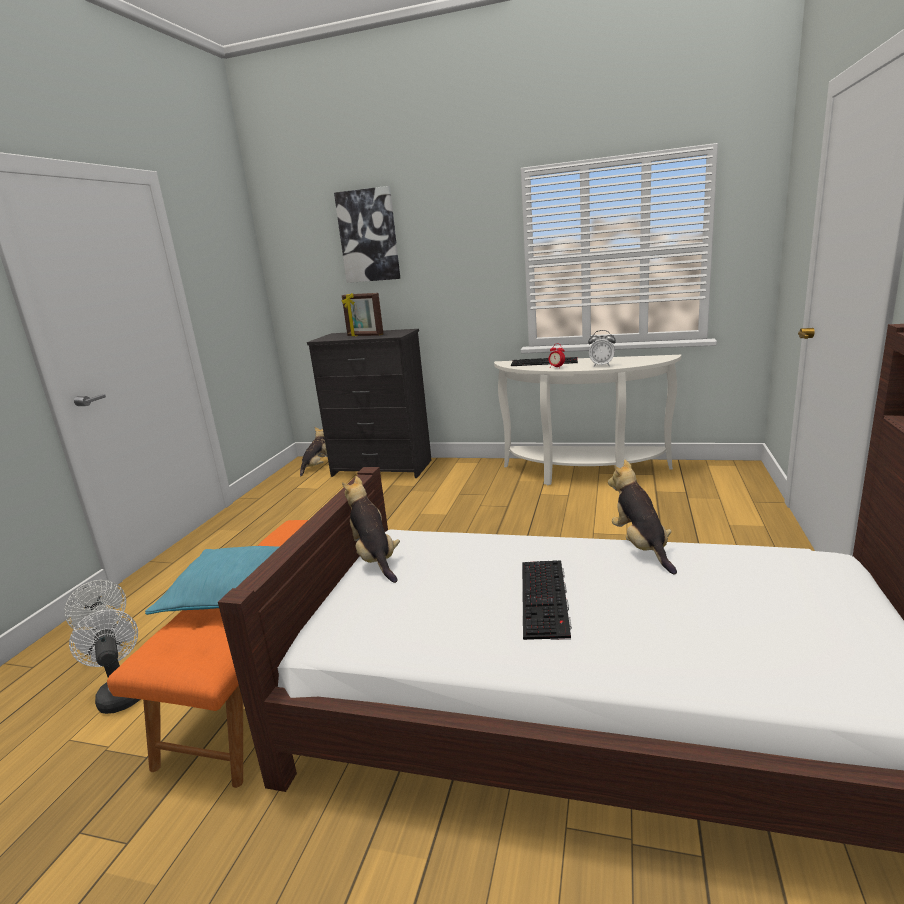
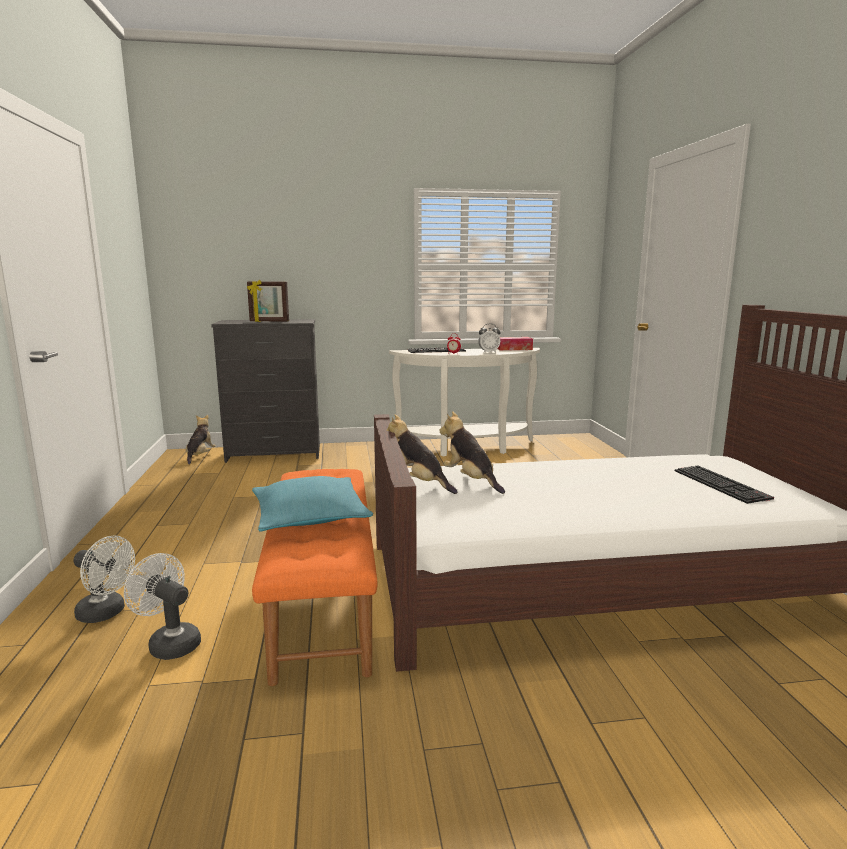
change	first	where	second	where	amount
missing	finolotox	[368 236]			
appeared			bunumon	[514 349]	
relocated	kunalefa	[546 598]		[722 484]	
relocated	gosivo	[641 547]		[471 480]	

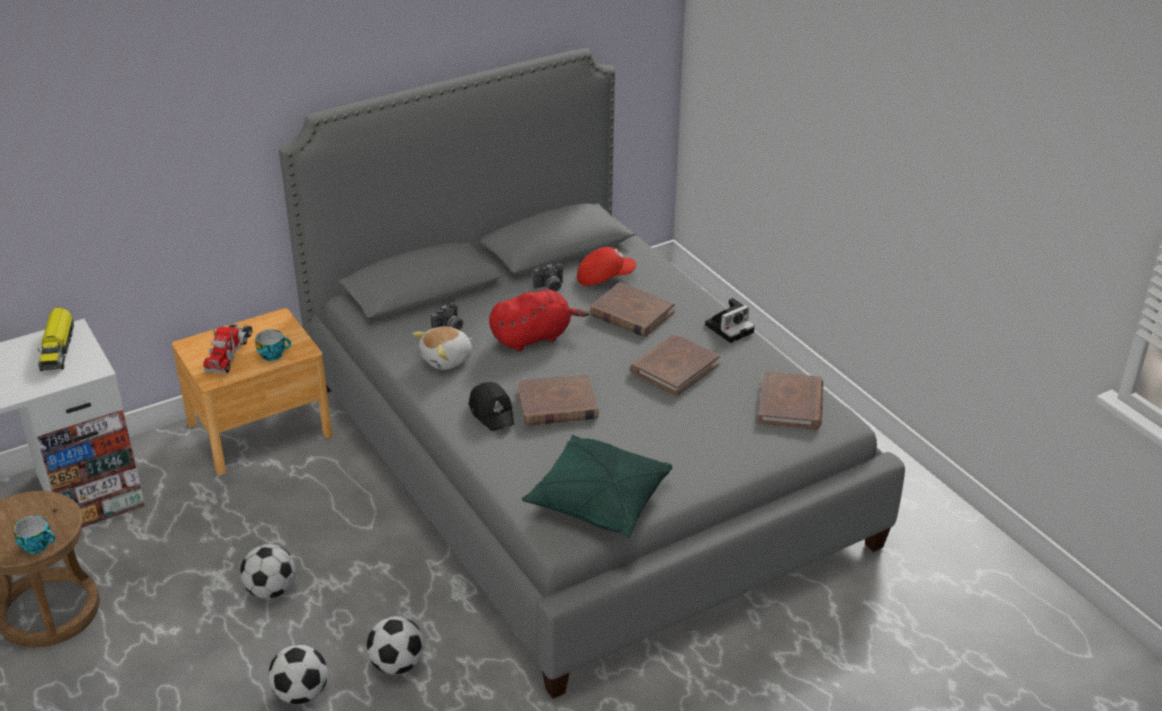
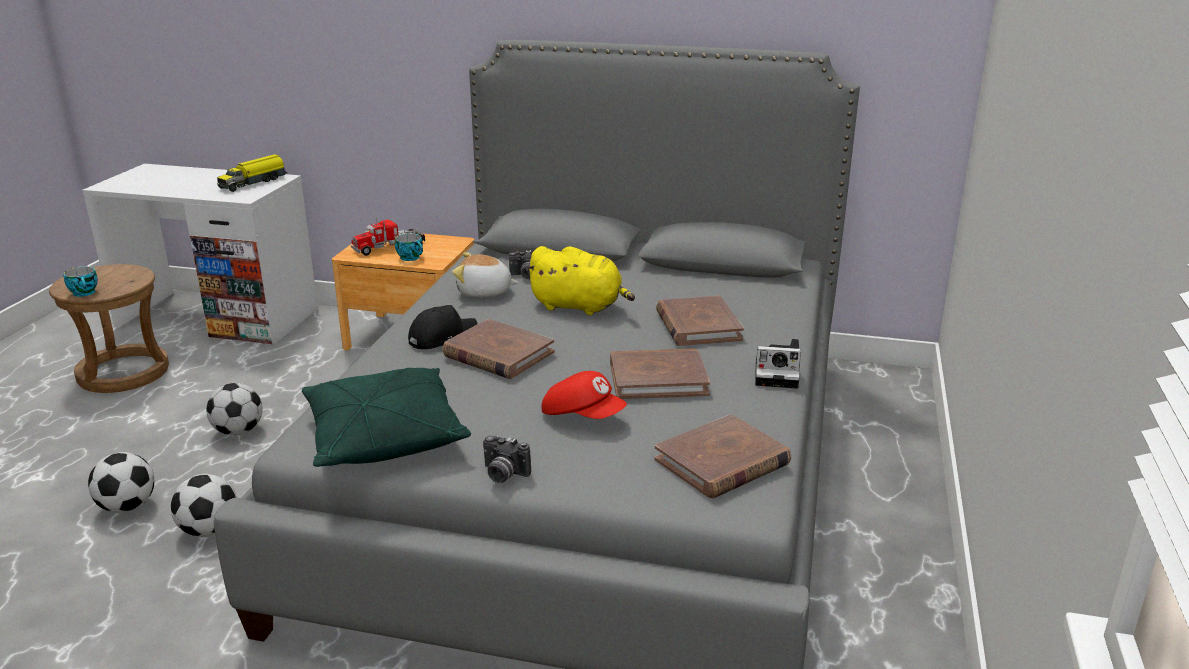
change	first	where	second	where	amount
relocated	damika	[550 287]		[503 474]	
relocated	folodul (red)	[604 277]		[583 416]	
colour	gosivo (red)	[534 337]	gosivo (yellow)	[580 307]	
spun	folodul (black)	[492 412]		[442 337]	150 degrees counterclockwise

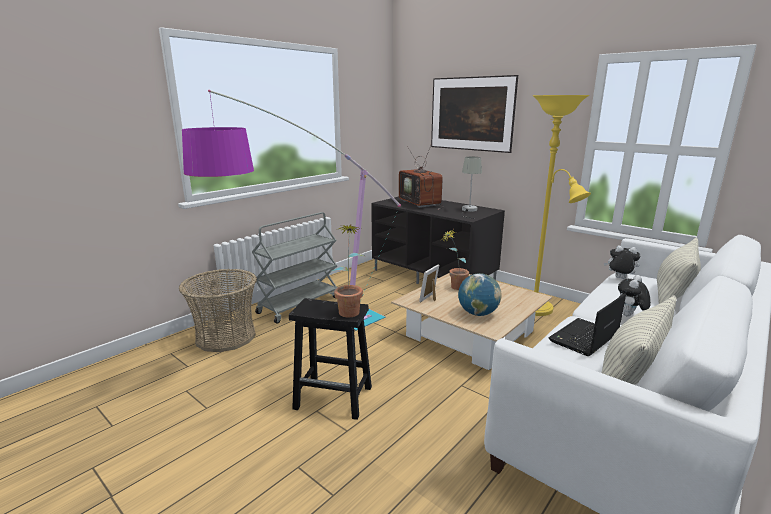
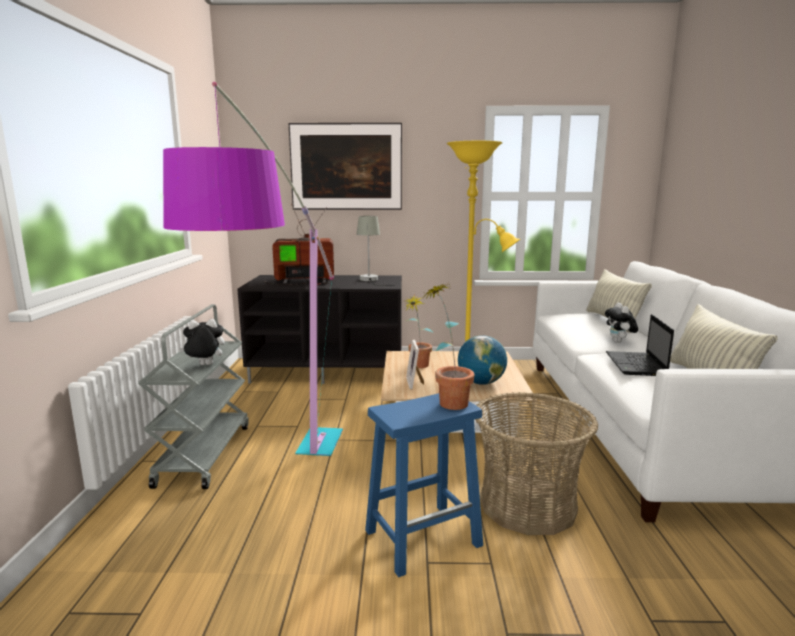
change	first	where	second	where	amount
relocated	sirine	[225 337]		[527 505]	
relocated	gosivo	[619 278]		[204 365]	
colour	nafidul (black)	[334 397]	nafidul (blue)	[424 537]	
spun	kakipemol	[421 203]		[303 281]	150 degrees clockwise

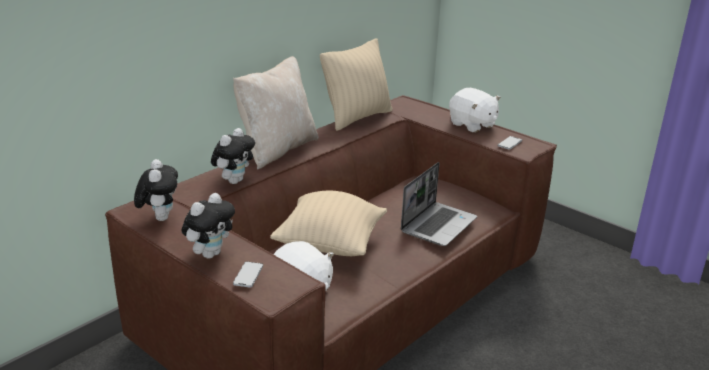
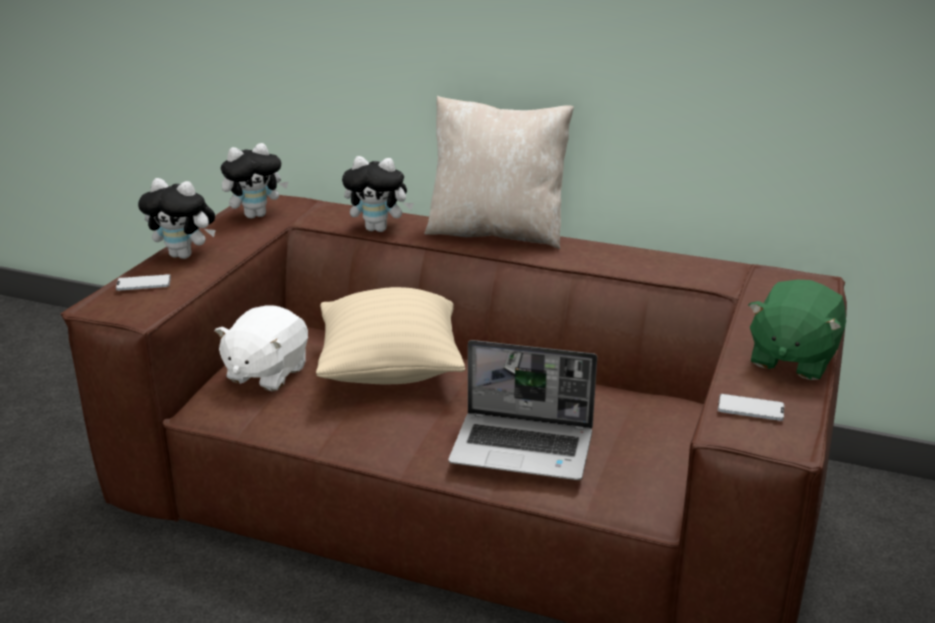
change	first	where	second	where	amount
missing	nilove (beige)	[357 117]			
colour	gosivo (white)	[472 125]	gosivo (green)	[791 359]	

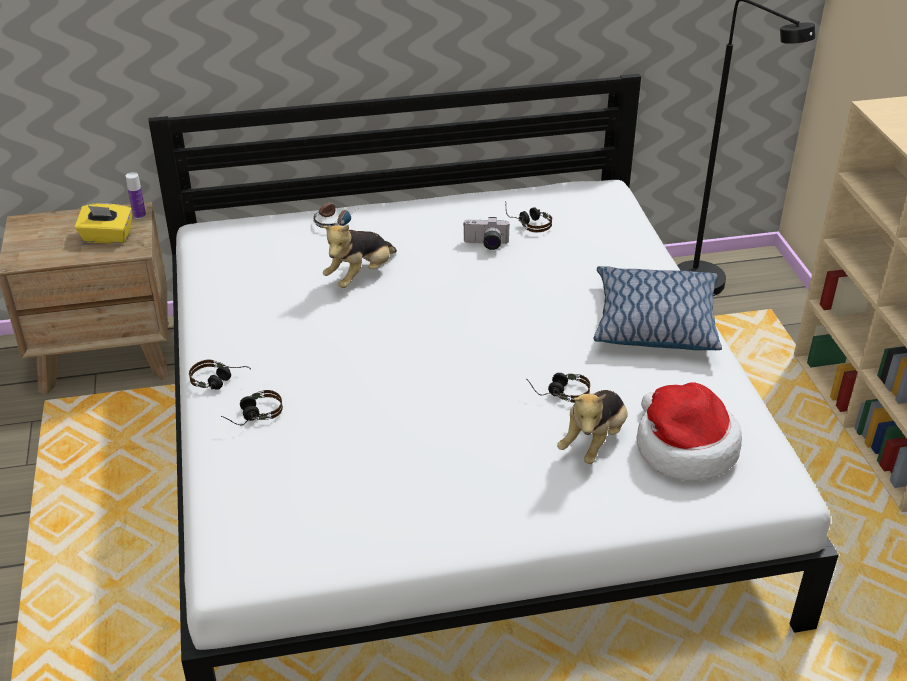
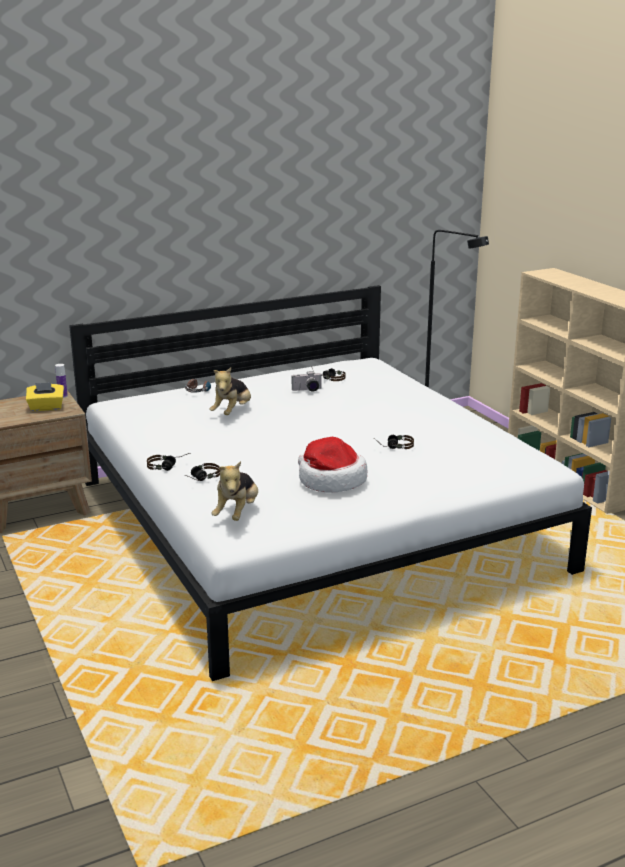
change	first	where	second	where	amount
missing	nilove	[654 323]			
relocated	gosivo	[594 441]		[237 513]	
relocated	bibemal	[683 448]		[330 480]	

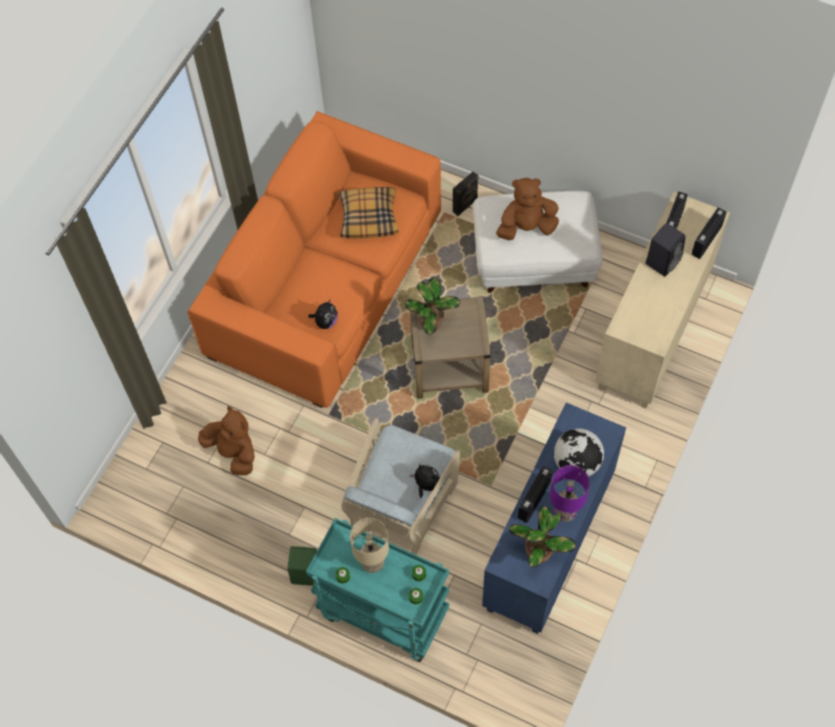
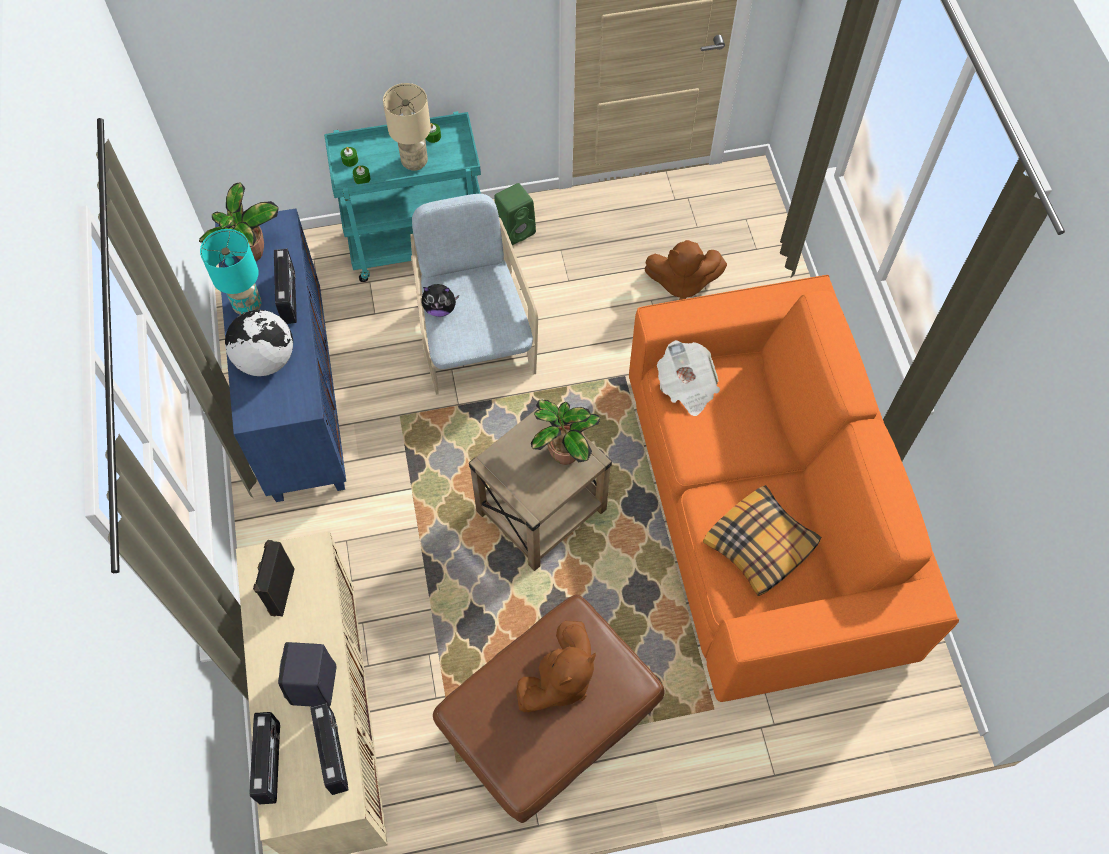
change	first	where	second	where	amount
relocated	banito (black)	[466 206]		[280 591]	
exchanged	gosivo	[325 322]	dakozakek	[687 387]	
colour	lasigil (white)	[534 259]	lasigil (brown)	[549 724]	
colour	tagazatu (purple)	[565 511]	tagazatu (turquoise)	[248 306]	

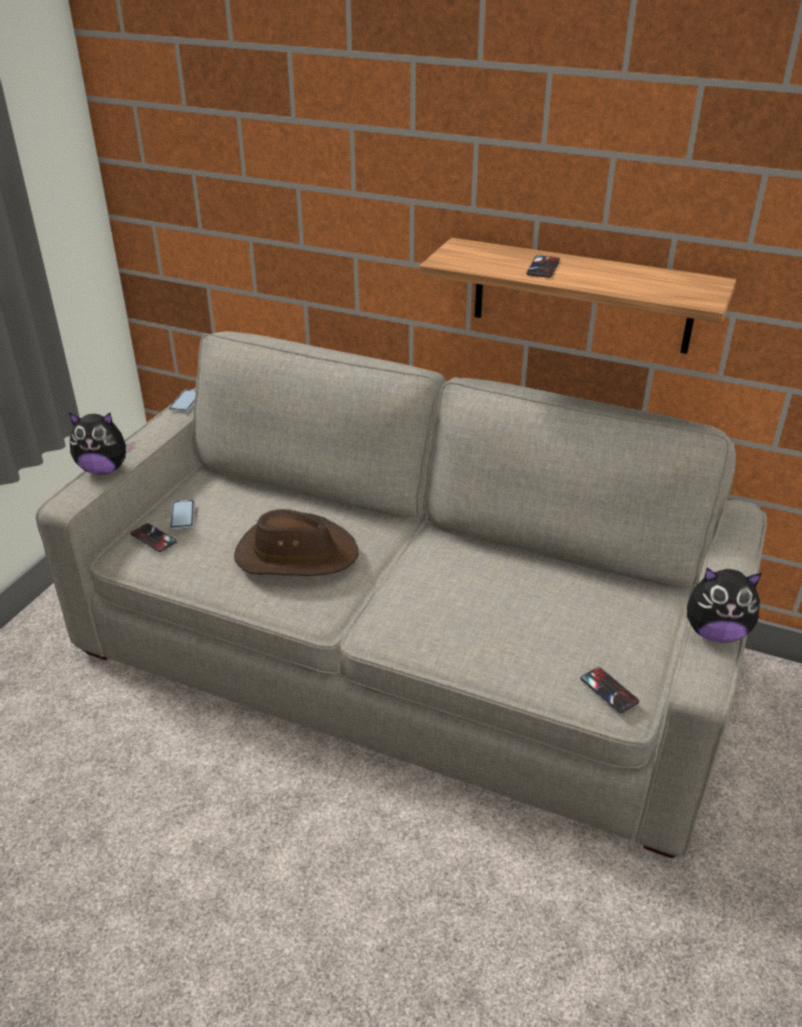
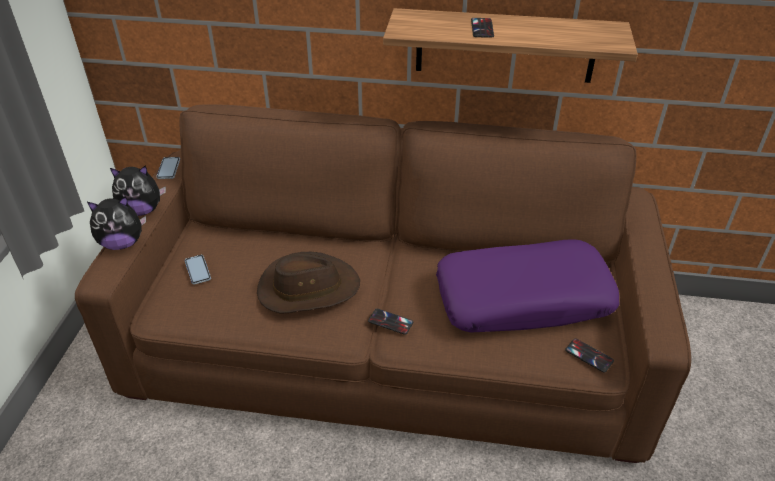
change	first	where	second	where	amount
appeared			nilove (purple)	[523 298]	
relocated	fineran	[153 538]		[390 322]	
relocated	gosivo	[715 632]		[142 210]	
colour	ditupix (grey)	[401 654]	ditupix (brown)	[387 344]	

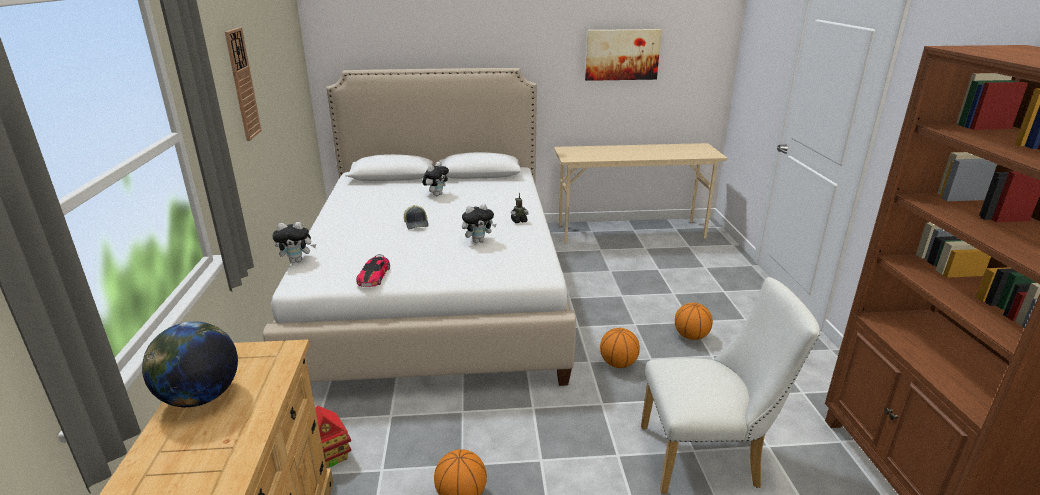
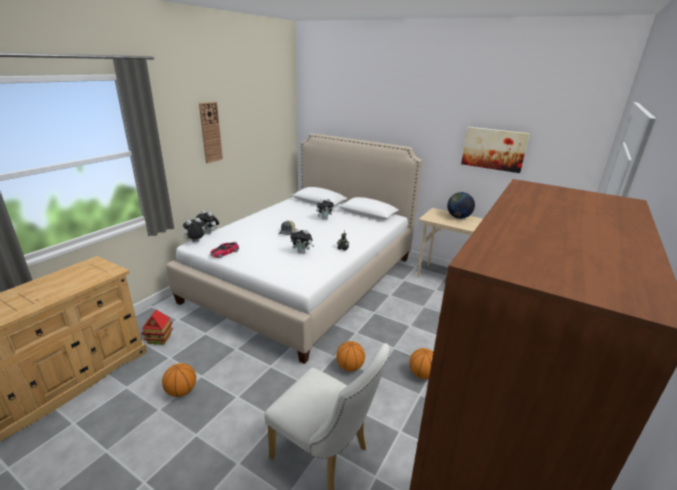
change	first	where	second	where	amount
appeared			gosivo	[195 242]	
relocated	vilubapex	[201 397]		[458 217]	

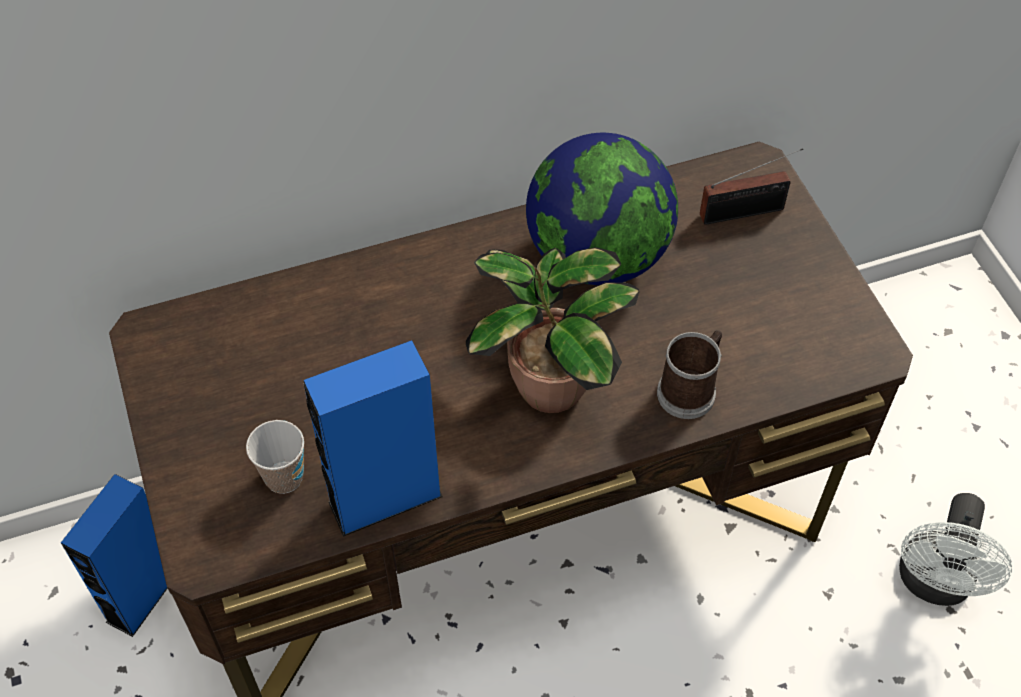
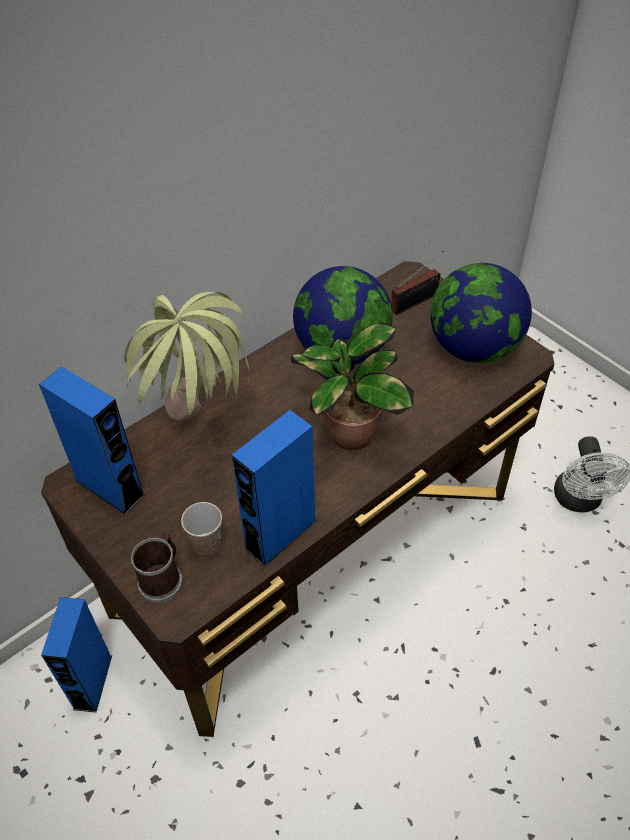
change	first	where	second	where	amount
appeared			banito (blue)	[110 488]	
appeared			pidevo	[202 438]	
appeared			vilubapex	[474 348]	
relocated	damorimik	[690 390]		[163 578]	

